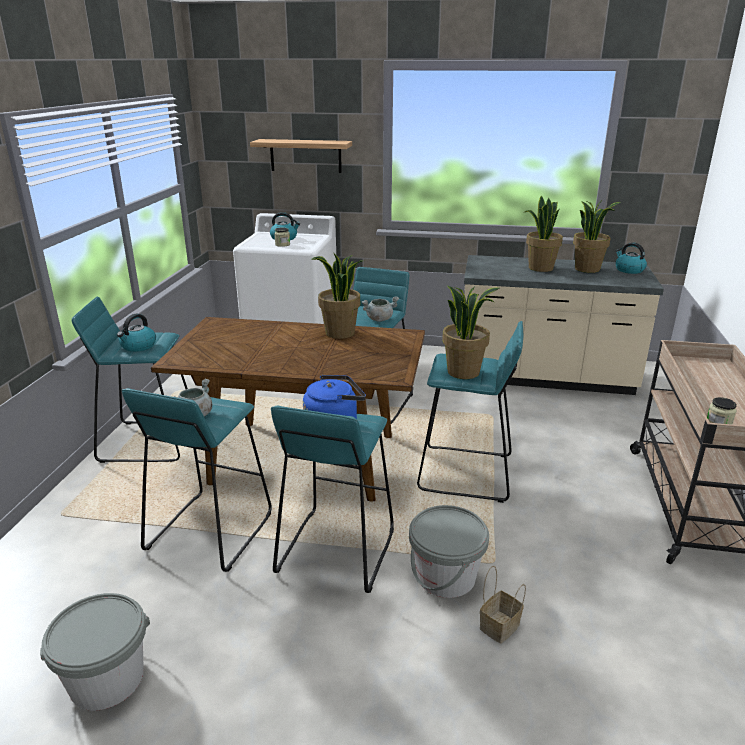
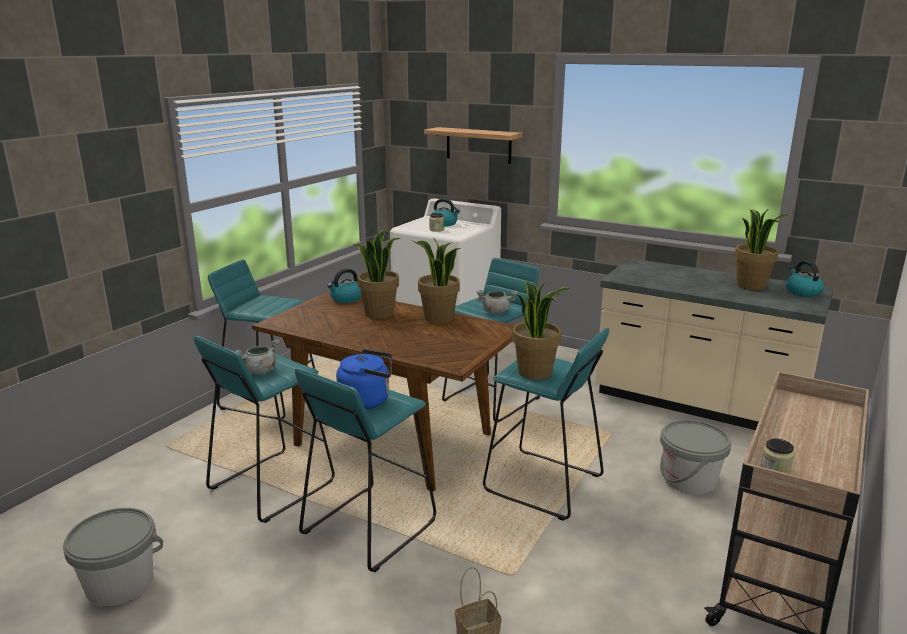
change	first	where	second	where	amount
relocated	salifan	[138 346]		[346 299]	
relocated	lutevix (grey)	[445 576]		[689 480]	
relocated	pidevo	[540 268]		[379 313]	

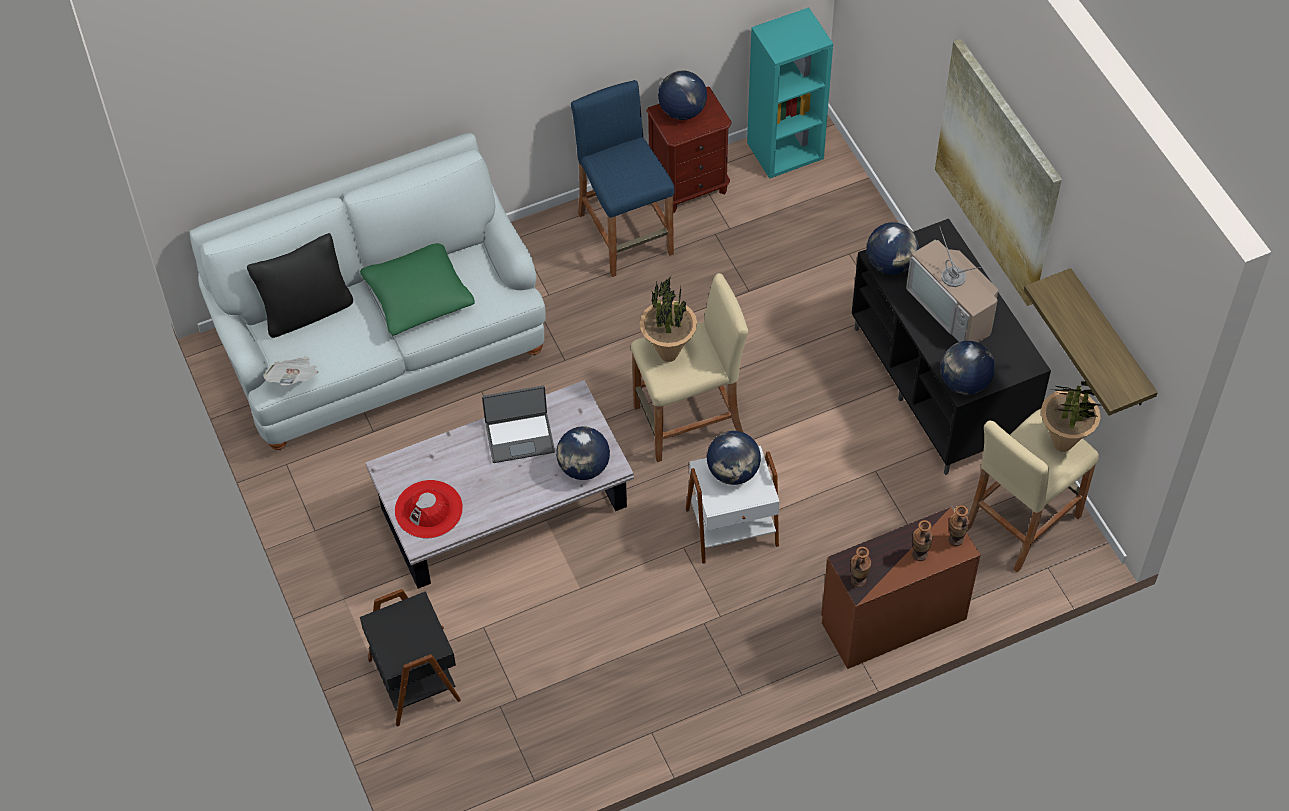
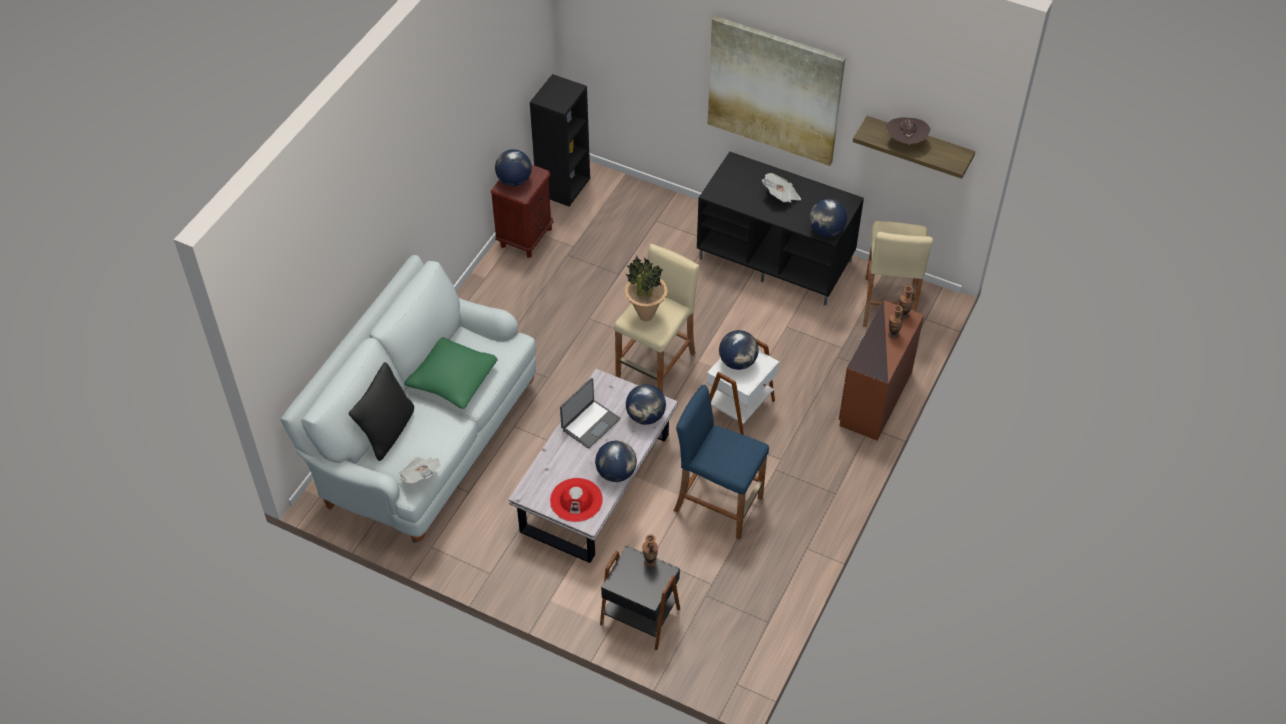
change	first	where	second	where	amount
missing	pidevo	[1063 443]			
appeared			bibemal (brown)	[905 141]	
relocated	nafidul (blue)	[625 234]		[718 504]	
relocated	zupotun	[858 580]		[650 562]	
relocated	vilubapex	[891 264]		[616 473]	
exchanged	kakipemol	[953 308]	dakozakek	[781 196]	
colour	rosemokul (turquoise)	[785 150]	rosemokul (black)	[563 186]	

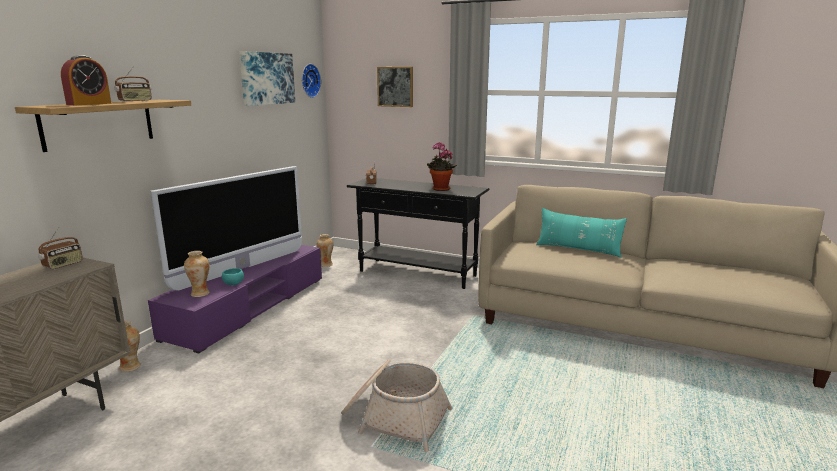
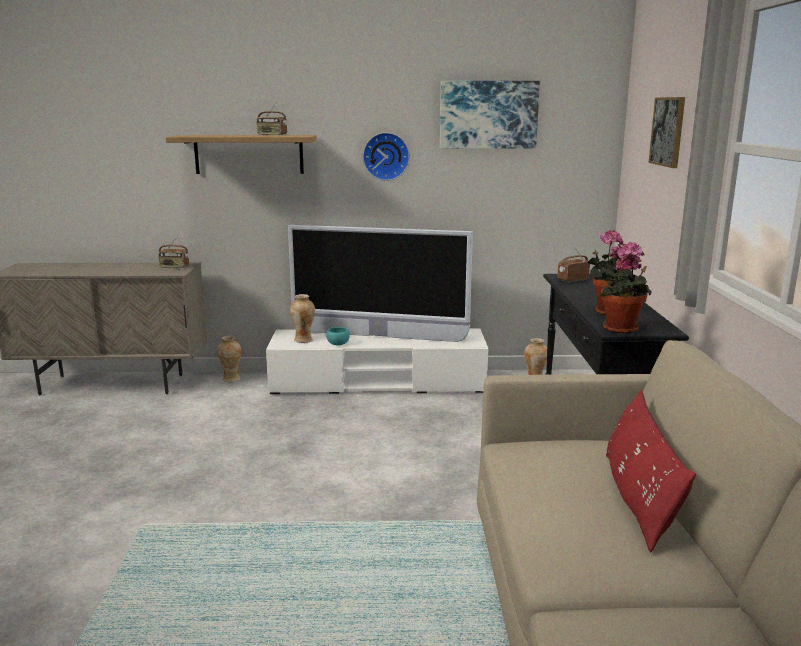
change	first	where	second	where	amount
missing	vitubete	[89 104]			
missing	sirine	[394 417]			
appeared			pidevo	[622 330]	
relocated	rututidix	[309 80]		[386 156]	
colour	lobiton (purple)	[249 307]	lobiton (white)	[378 382]	
colour	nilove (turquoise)	[578 249]	nilove (red)	[638 499]	

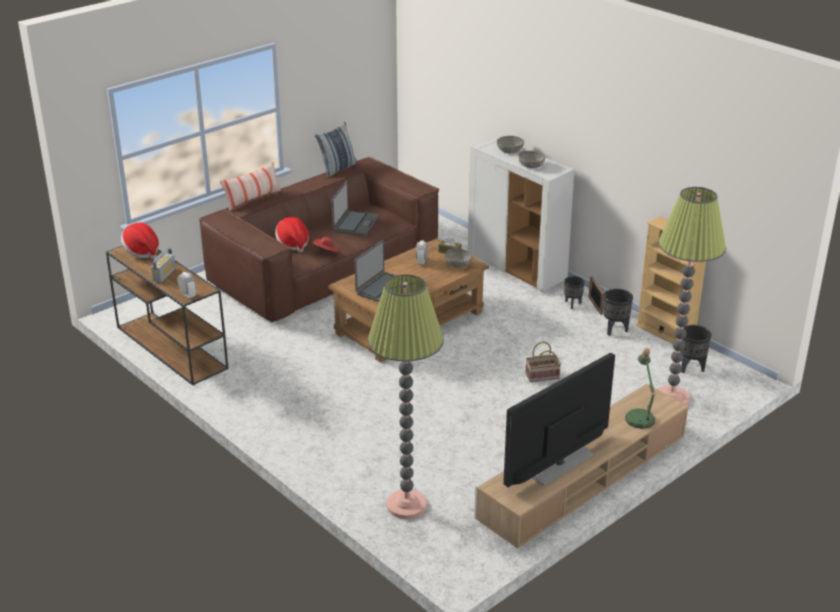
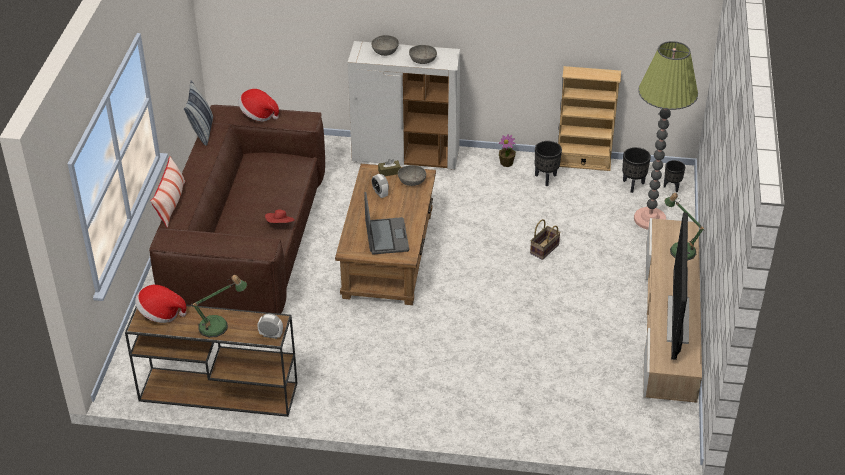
change	first	where	second	where	amount
missing	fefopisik	[355 224]			
missing	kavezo	[406 505]			
relocated	bibemal	[293 244]		[258 115]	
relocated	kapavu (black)	[573 304]		[672 187]	
exchanged	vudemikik	[164 274]	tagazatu	[218 326]	
exchanged	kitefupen	[595 306]	pidevo	[506 163]	

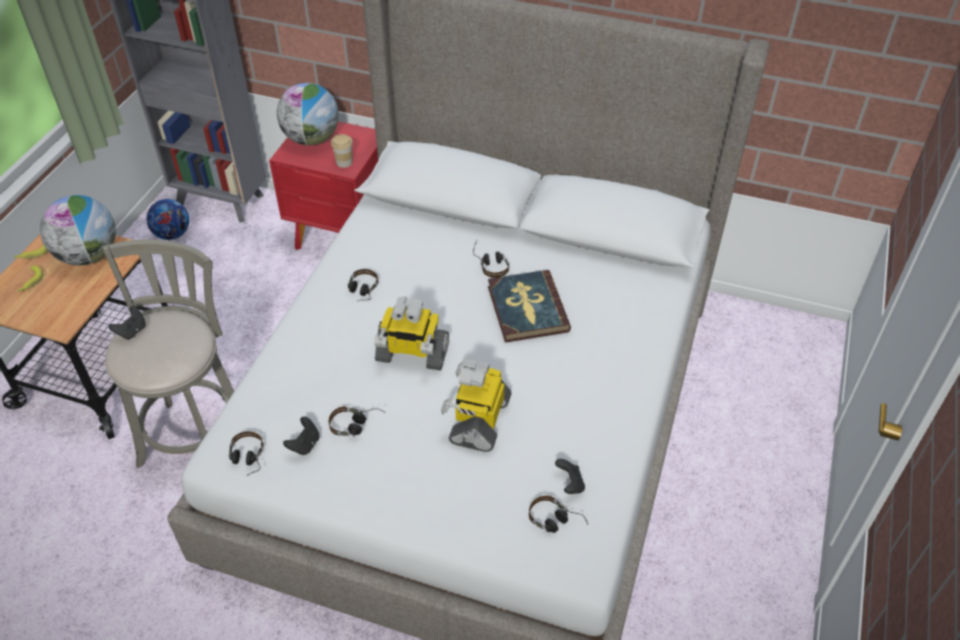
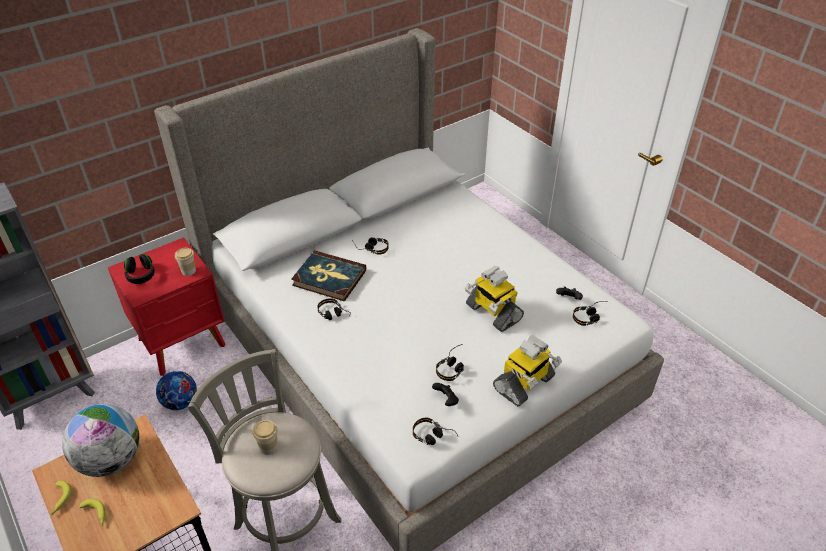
change	first	where	second	where	amount
missing	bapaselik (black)	[132 331]			
appeared			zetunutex	[268 447]	
relocated	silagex	[172 234]		[180 402]	
relocated	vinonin	[411 354]		[524 384]	
relocated	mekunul	[527 309]		[329 278]	
exchanged	vilubapex	[312 139]	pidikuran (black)	[141 275]	

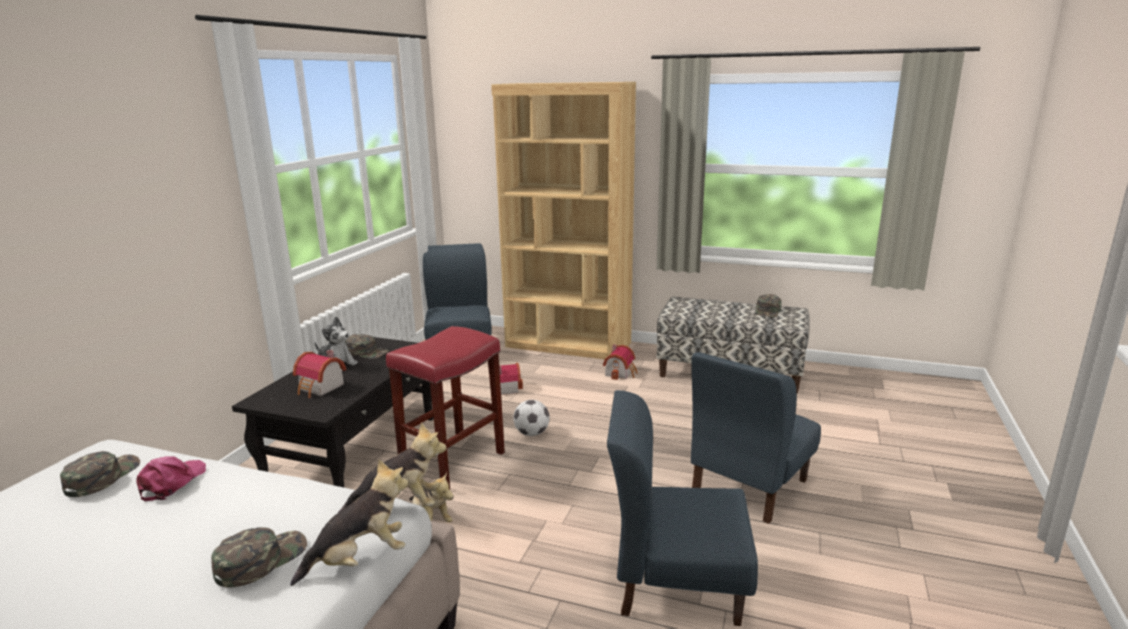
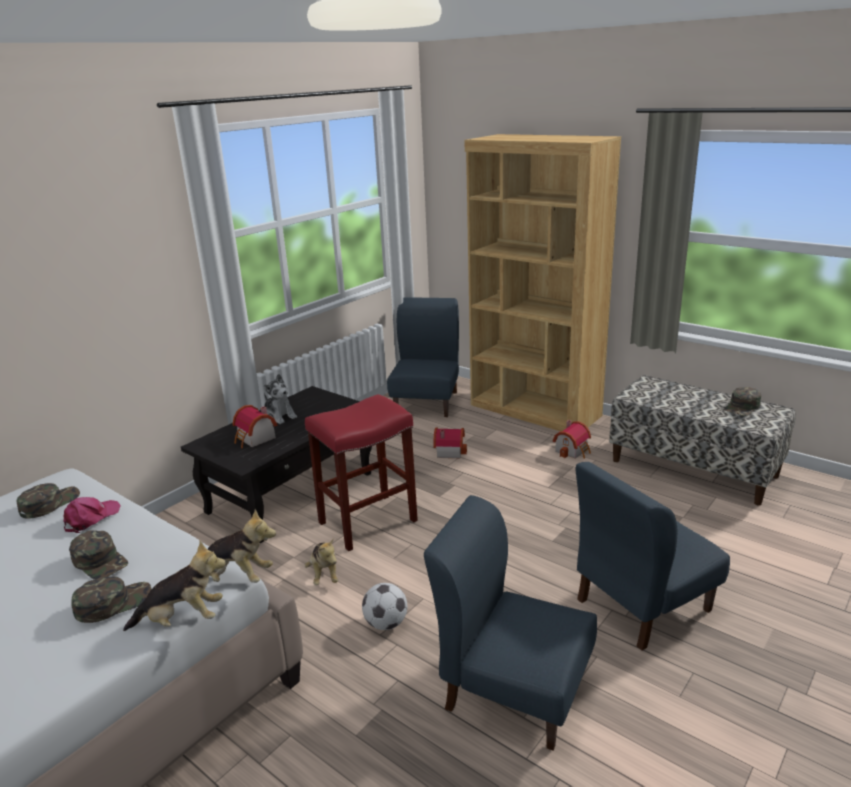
change	first	where	second	where	amount
relocated	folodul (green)	[366 352]		[100 561]	
relocated	silagex	[532 433]		[386 623]	

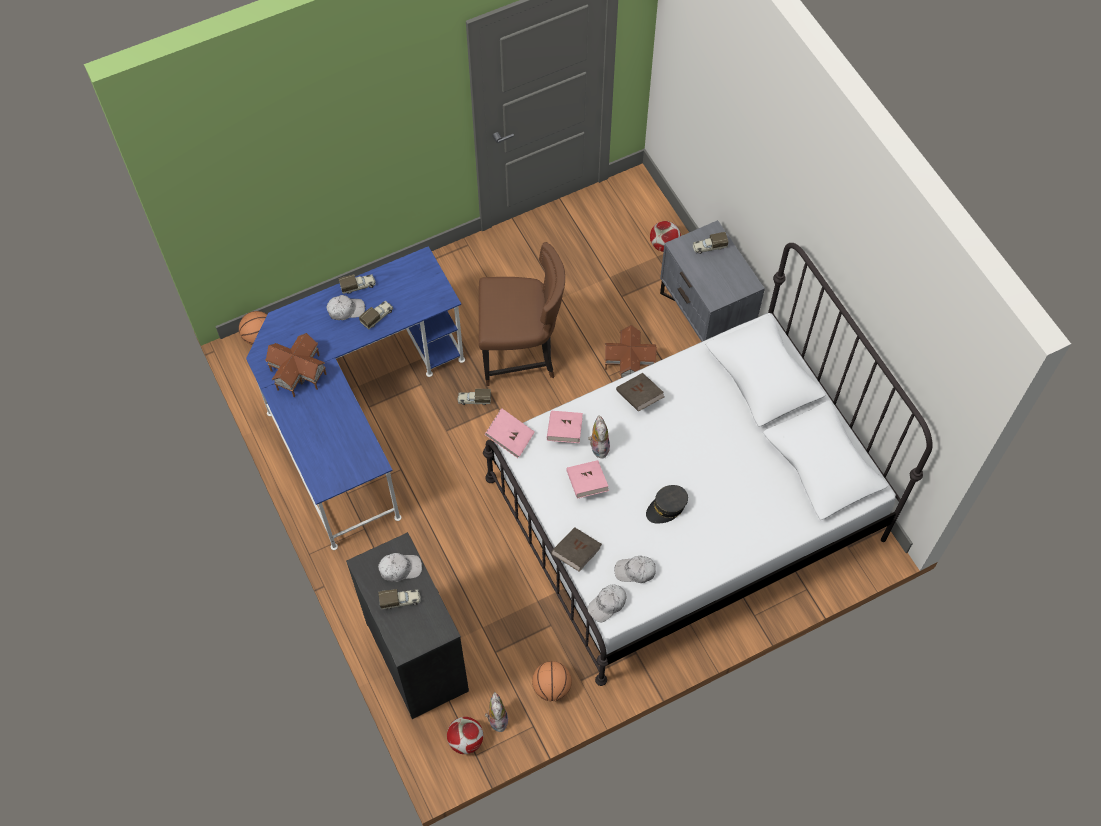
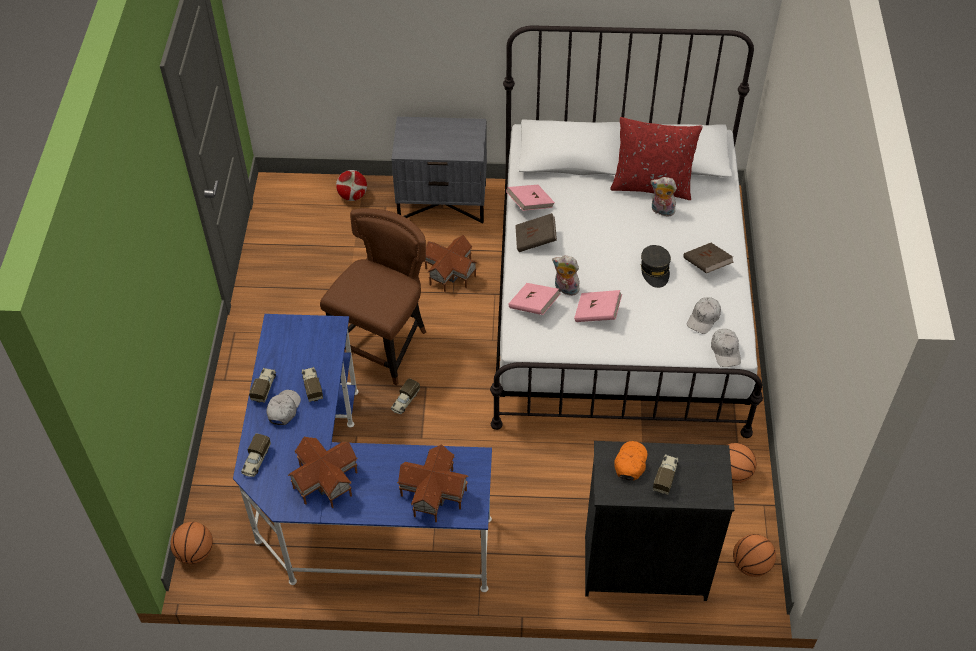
change	first	where	second	where	amount
appeared			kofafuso	[434 494]	
appeared			nilove (red)	[651 185]	
relocated	mekunul (pink)	[510 438]		[530 204]	
relocated	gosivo	[496 719]		[661 211]	
relocated	mekunul (brown)	[576 553]		[706 265]	
relocated	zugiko	[709 247]		[256 461]	
exchanged	silagex	[465 740]	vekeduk	[751 565]	
colour	folodul (white)	[400 568]	folodul (orange)	[630 463]	

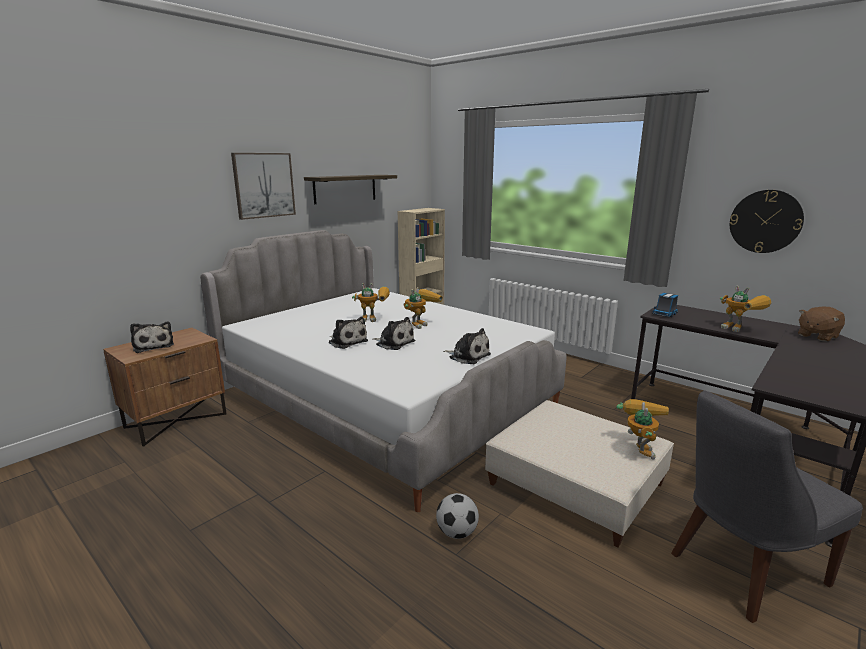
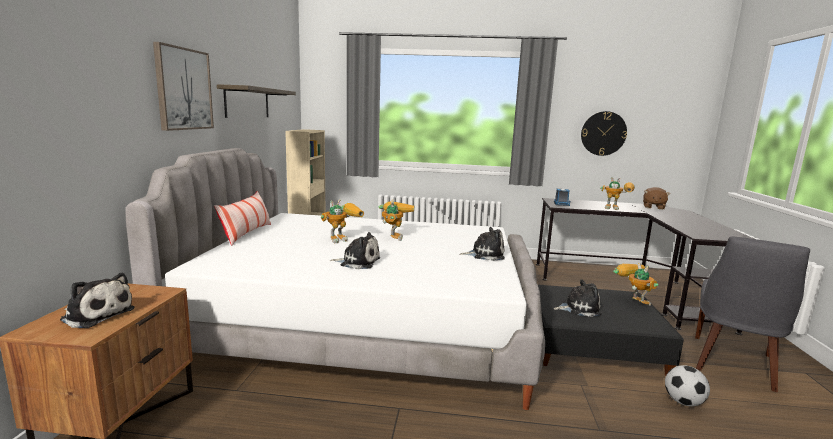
change	first	where	second	where	amount
appeared			nilove	[247 234]	
relocated	gosivo	[394 343]		[578 308]	
relocated	silagex	[457 532]		[683 402]	
colour	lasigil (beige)	[575 484]	lasigil (black)	[591 345]	

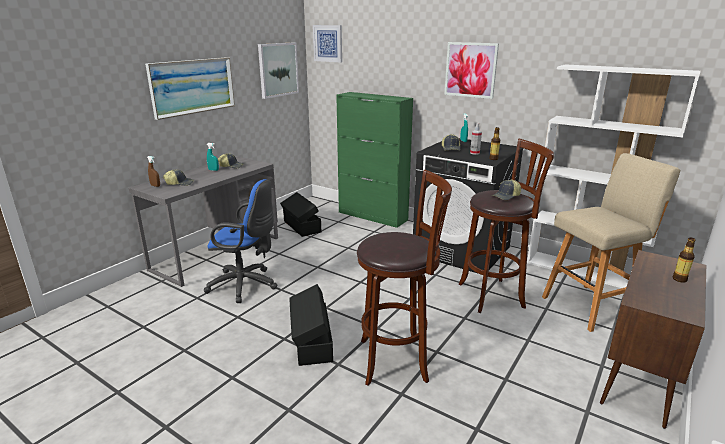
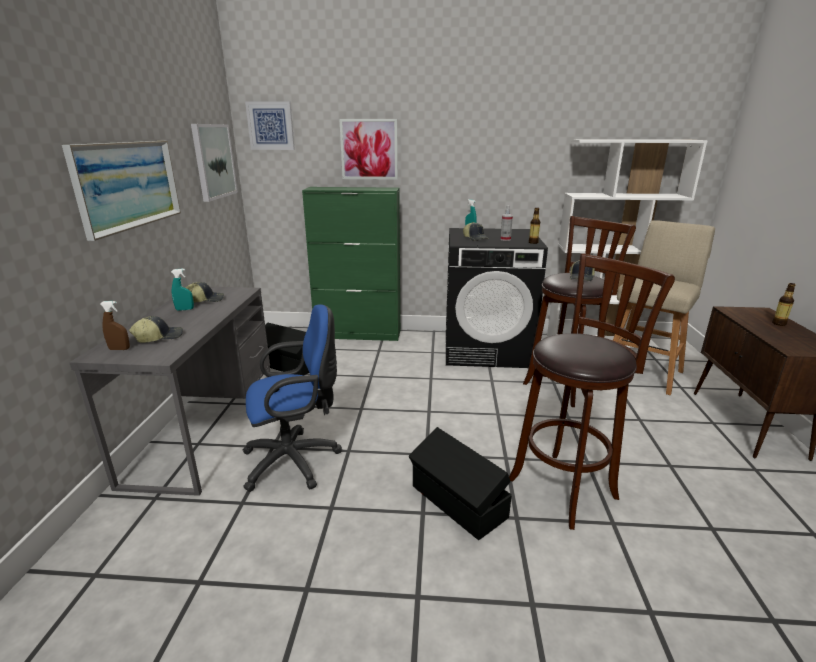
change	first	where	second	where	amount
relocated	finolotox	[470 70]		[369 149]	

